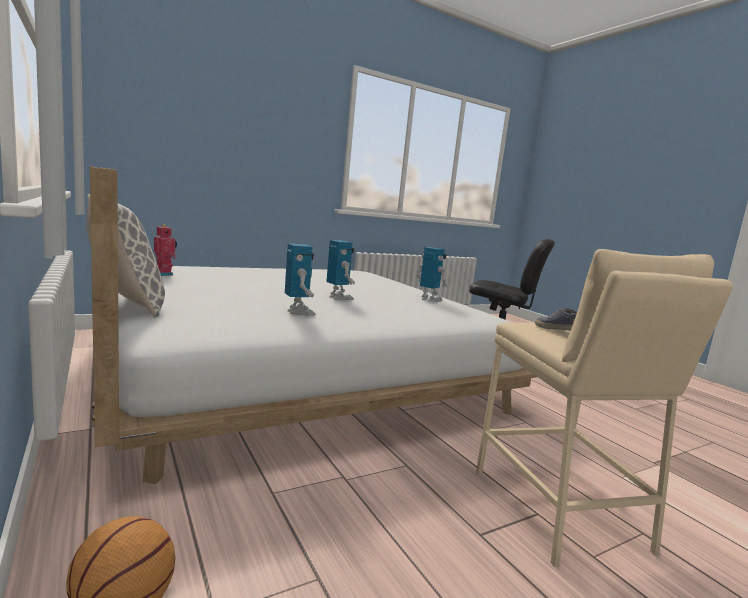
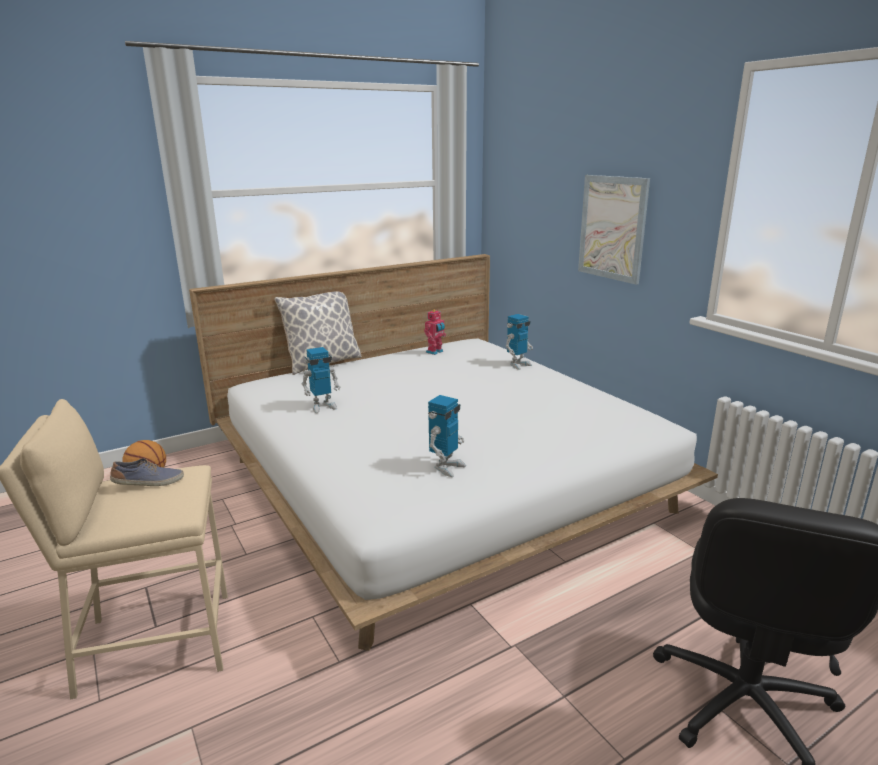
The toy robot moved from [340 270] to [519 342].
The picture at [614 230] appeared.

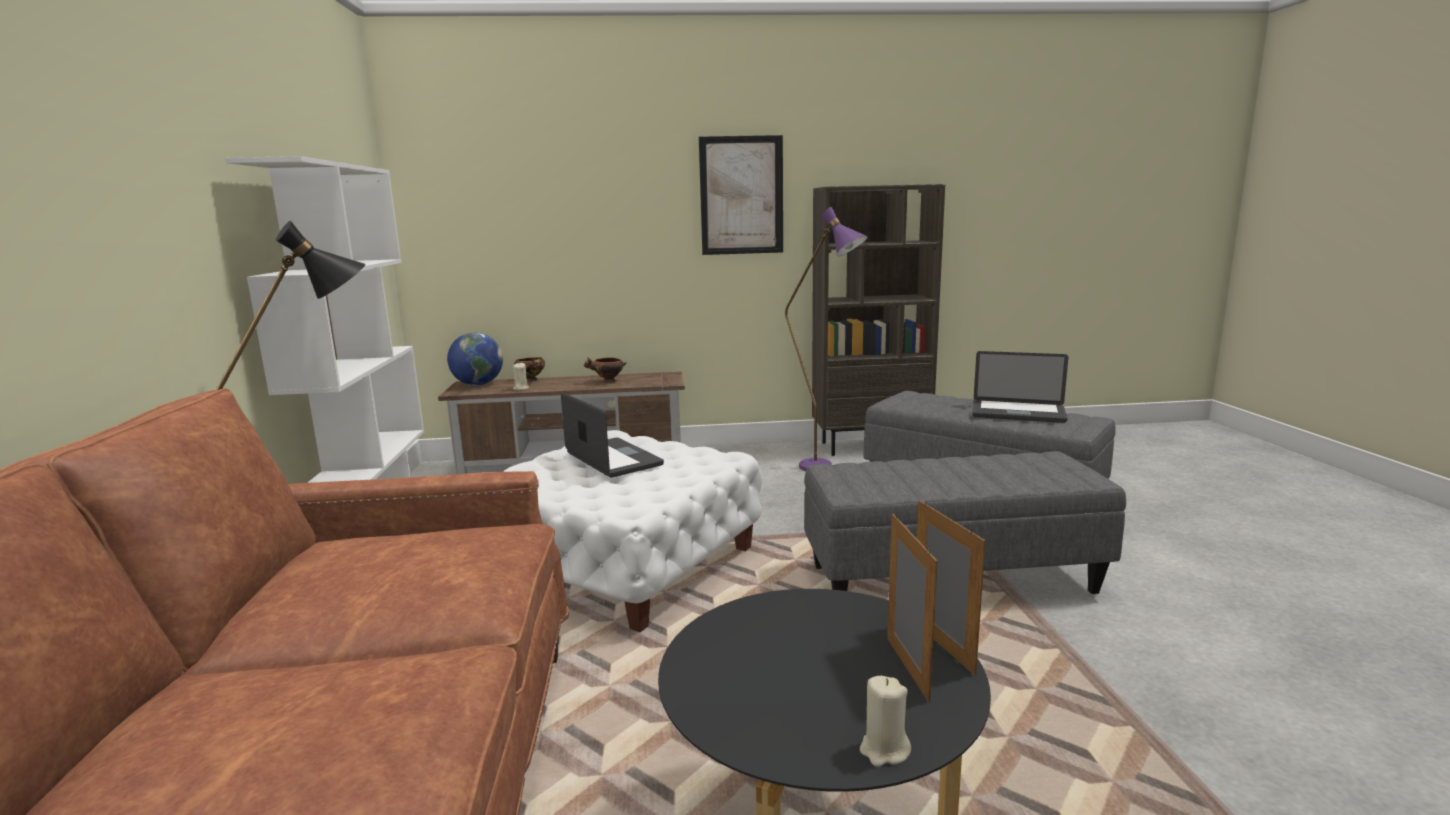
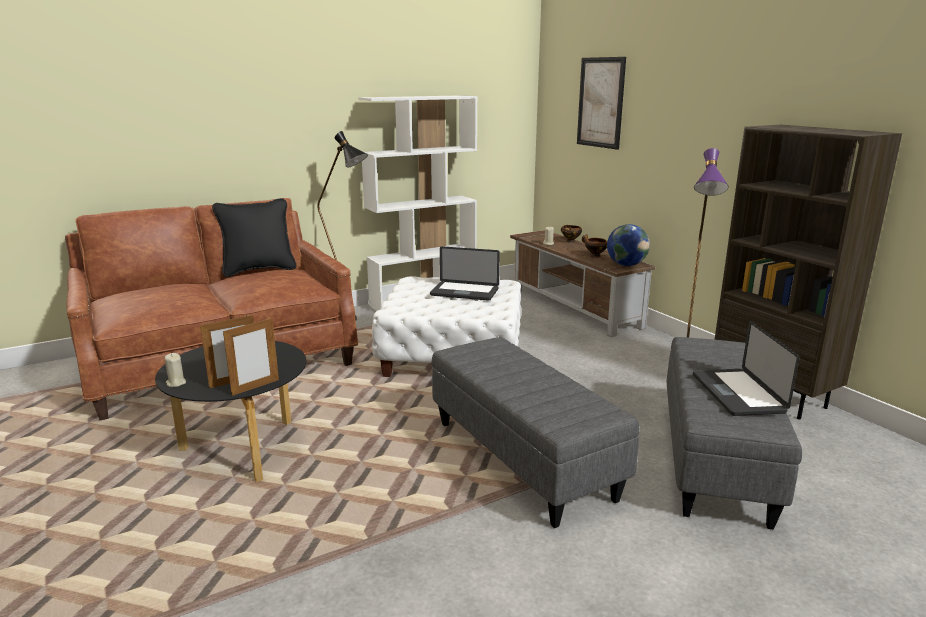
The globe moved from [475 359] to [628 245].
The laptop at [612 435] turned 75 degrees clockwise.
The picture moved from [741 195] to [601 103].
The black pillow at [254 237] appeared.

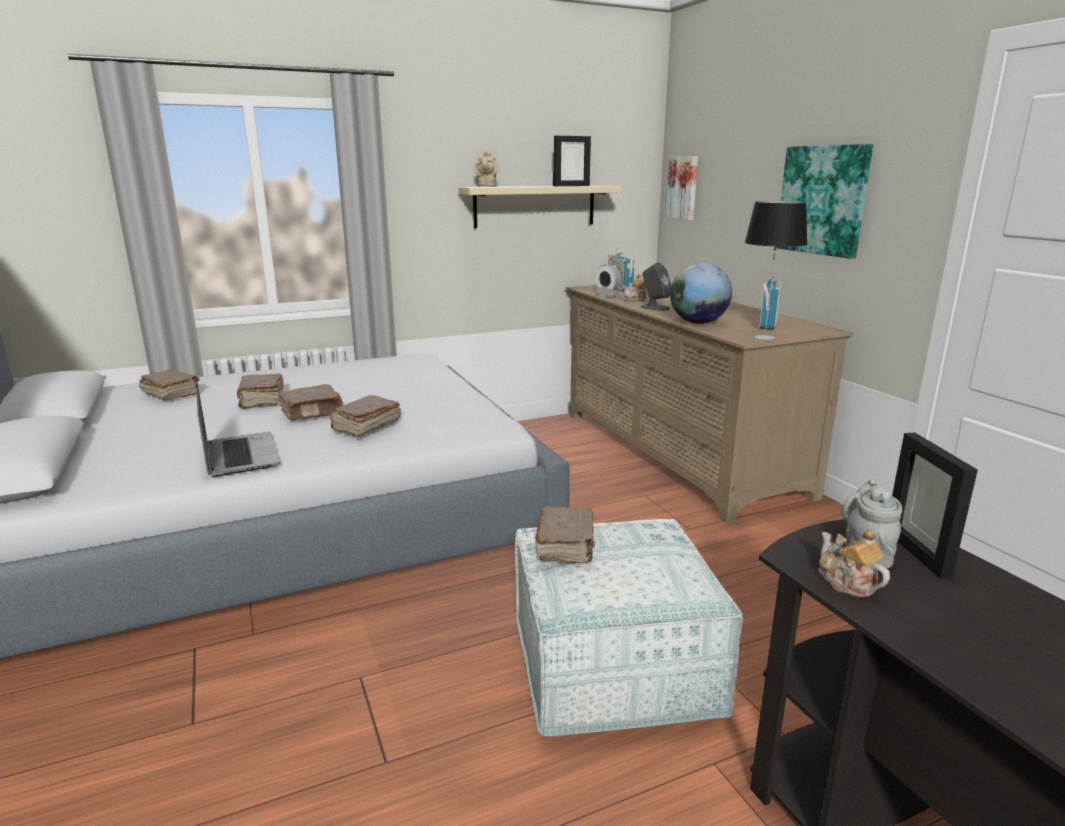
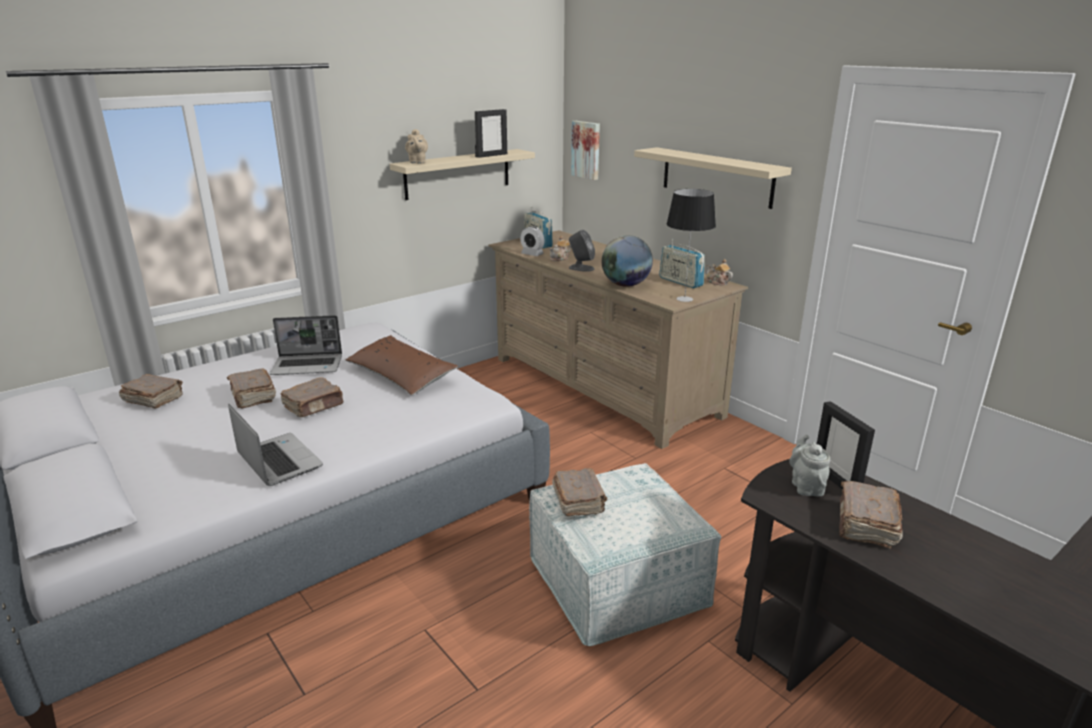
The brown book moved from [365 416] to [871 514].
The radio at [770 303] turned 135 degrees clockwise.
The picture at [824 201] was replaced by the beige shelf at [713 178].
The teapot moved from [854 563] to [719 272].
The laptop at [306 345] appeared.
The brown pillow at [402 365] appeared.

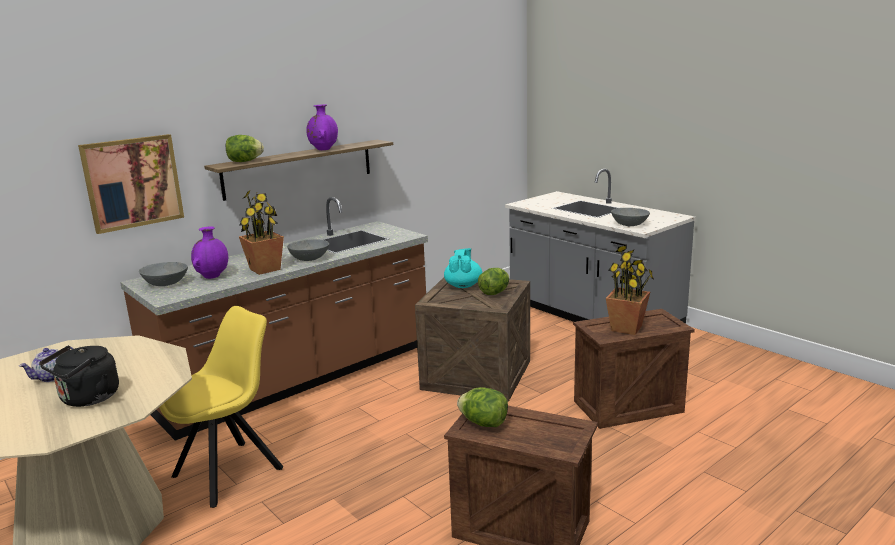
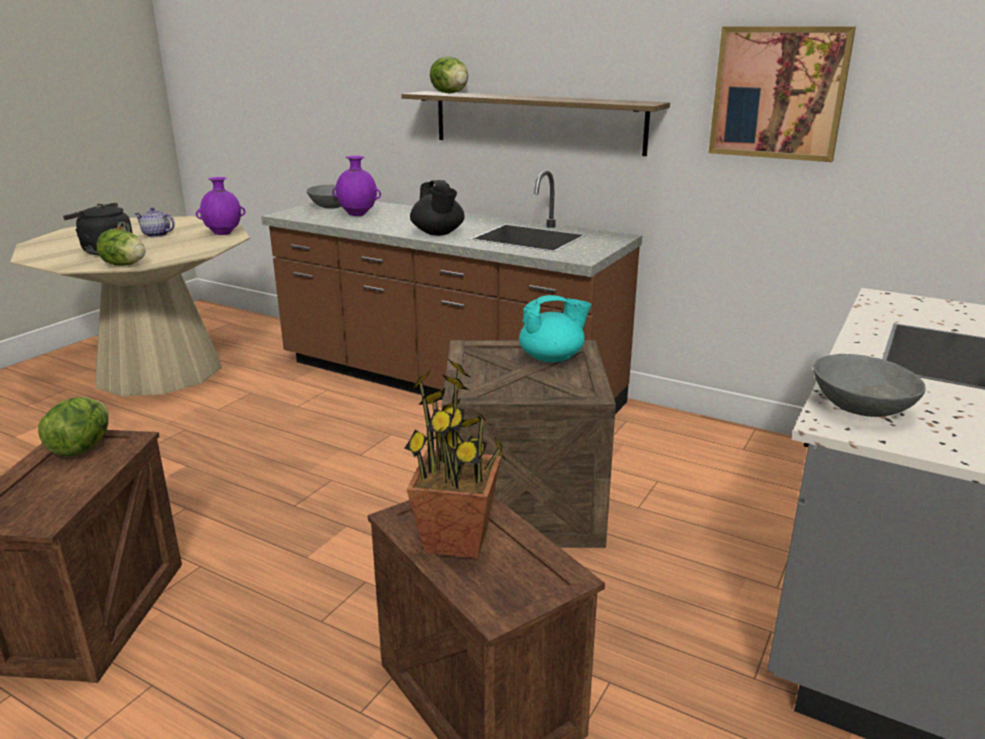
The picture moved from [131 184] to [782 94].
The yellow chair at [221 407] disappeared.
The potted plant at [261 233] disappeared.
The grey bowl at [308 250] was replaced by the black teapot at [437 208].
The purple vase moved from [322 127] to [221 206].
The lettuce moved from [494 281] to [121 247].

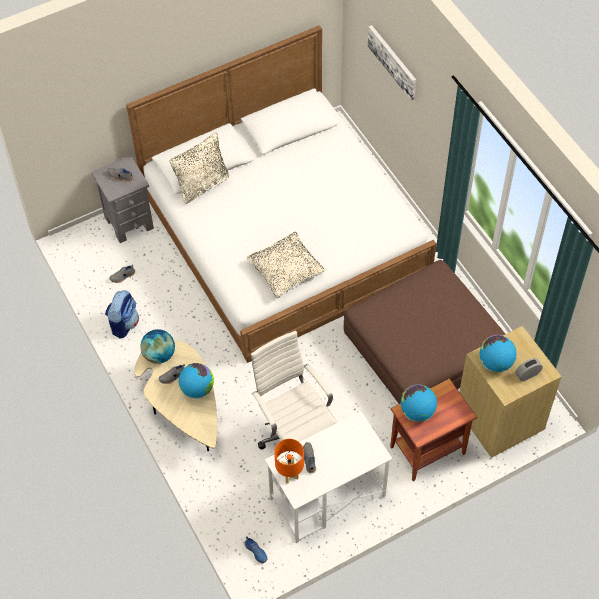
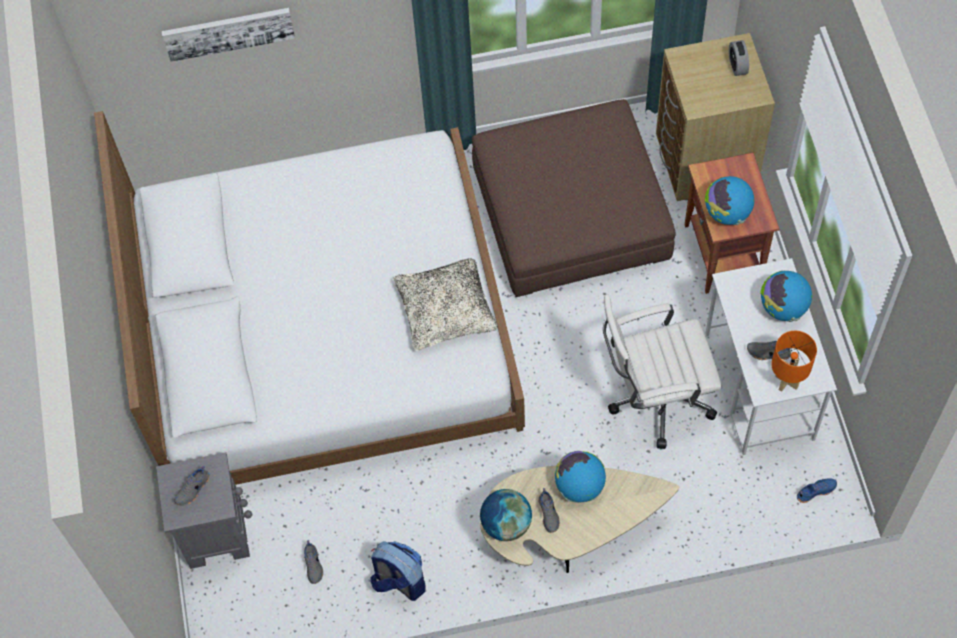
The beige pillow at [199 168] disappeared.
The globe moved from [498 353] to [786 296].

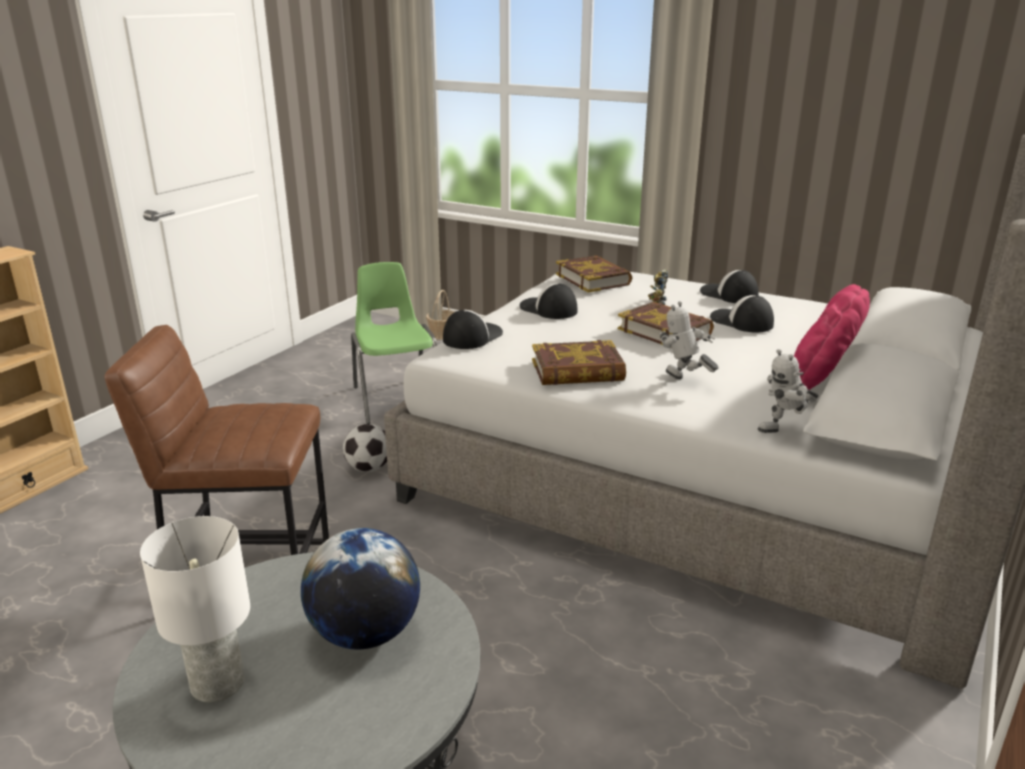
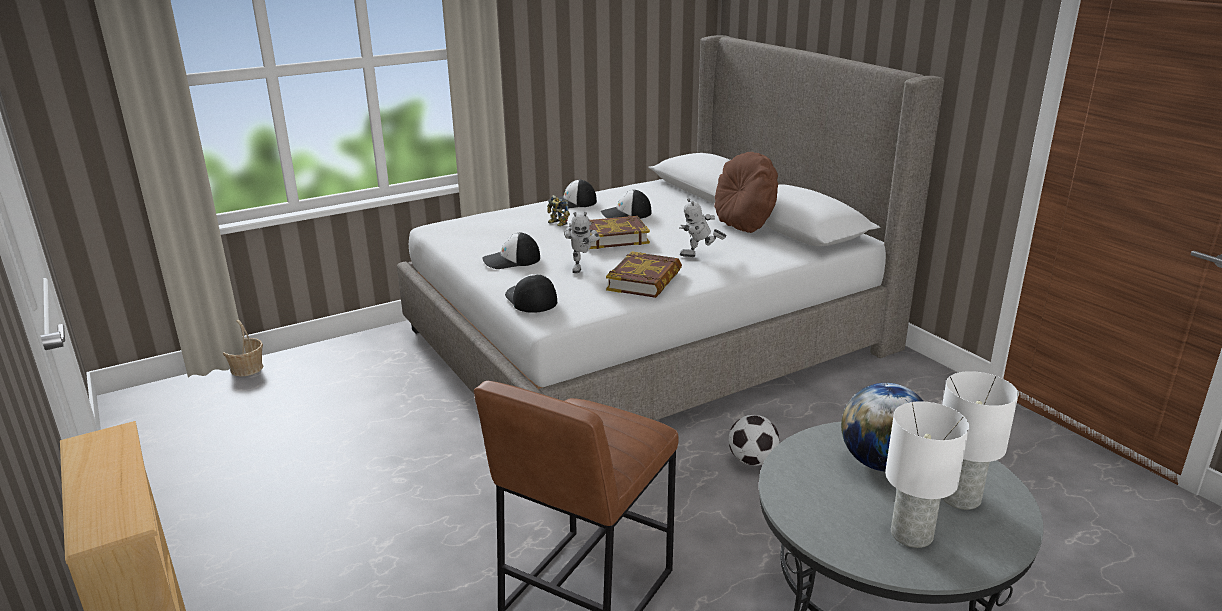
The football moved from [365 448] to [754 440].
The green chair at [394 343] disappeared.
The book at [594 274] disappeared.
The toy robot moved from [788 391] to [582 242].
The pink pillow at [832 337] became the brown pillow at [746 192].
The white table lamp at [980 440] appeared.

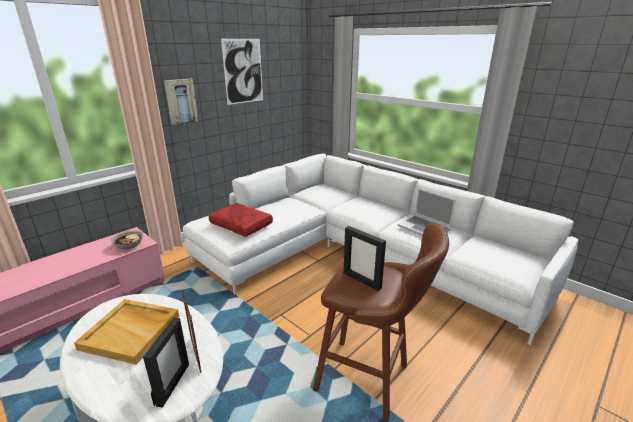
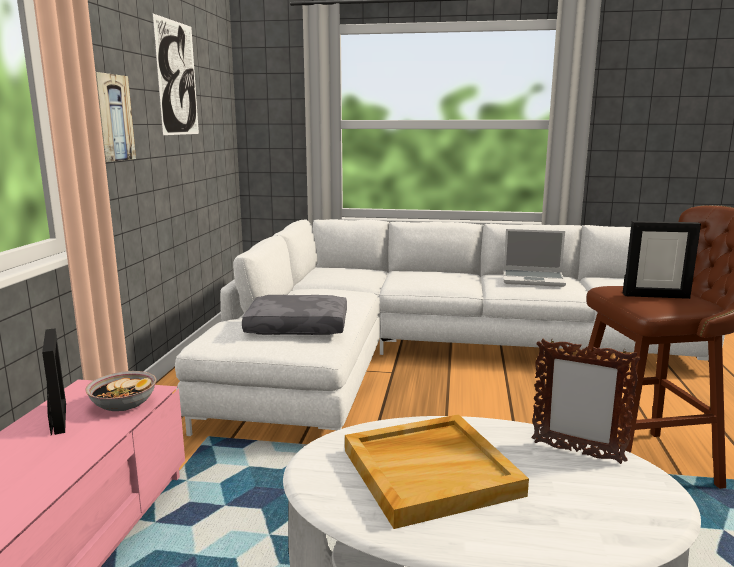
The picture frame moved from [166 362] to [54 381].
The red pillow at [241 220] became the grey pillow at [294 315].

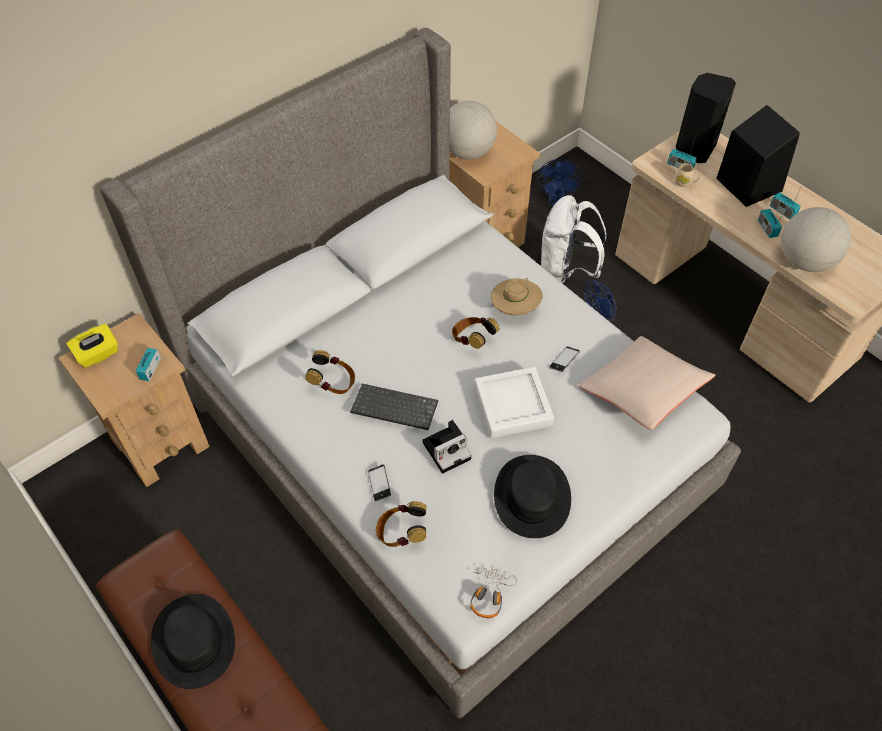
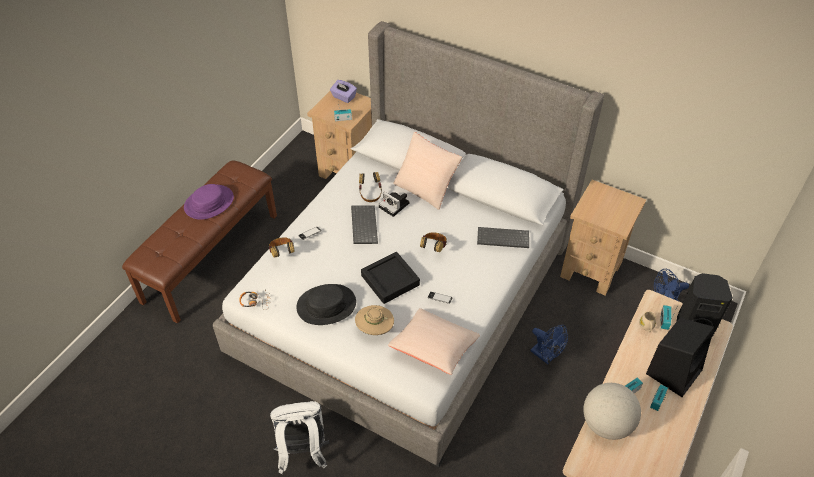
The yellow tissue box at [92 346] became the purple tissue box at [343 91].
The black hat at [193 641] became the purple hat at [209 202].
The photo camera moved from [447 447] to [394 204].
The globe at [473 130] disappeared.
The white tray at [514 402] became the black tray at [390 278].
The beige hat moved from [517 296] to [374 320].
The white backpack moved from [574 239] to [299 437].
The beige pillow at [427 171] appeared.
The keyboard at [503 237] appeared.

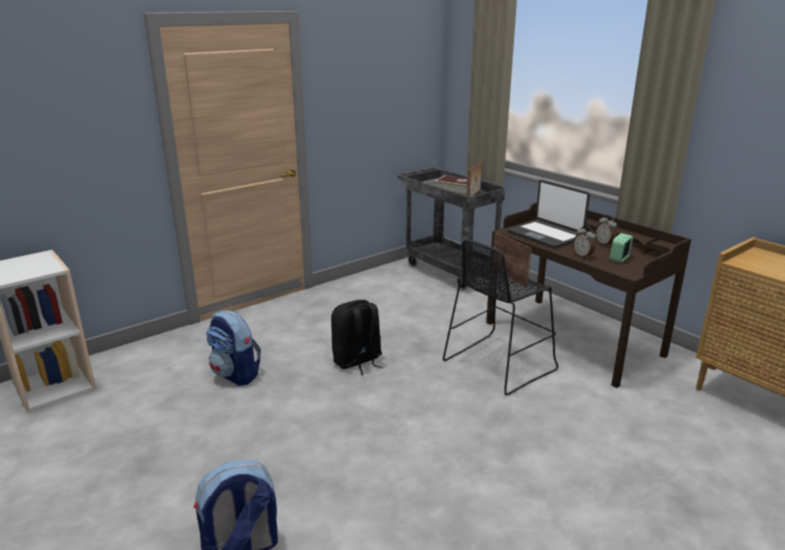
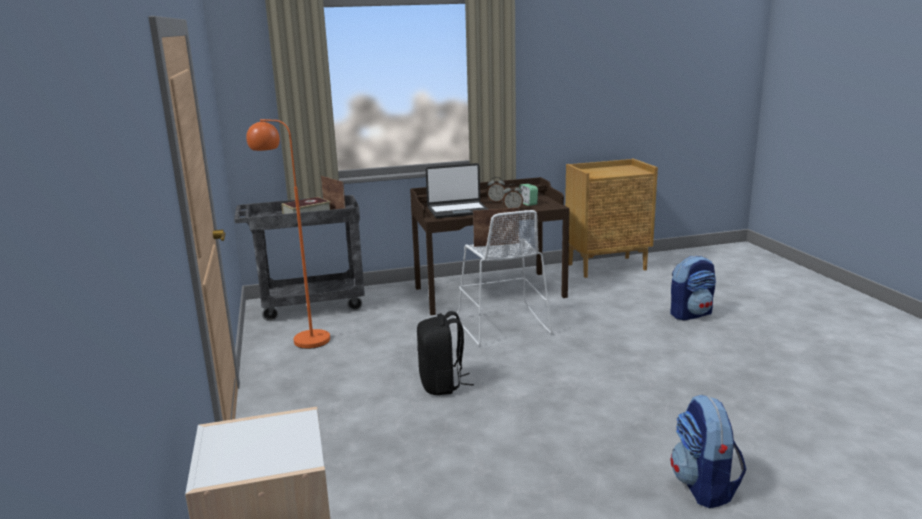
The backpack moved from [233 348] to [693 288].
The black stool at [500 317] became the white stool at [504 277].
The orange floor lamp at [288 234] appeared.

